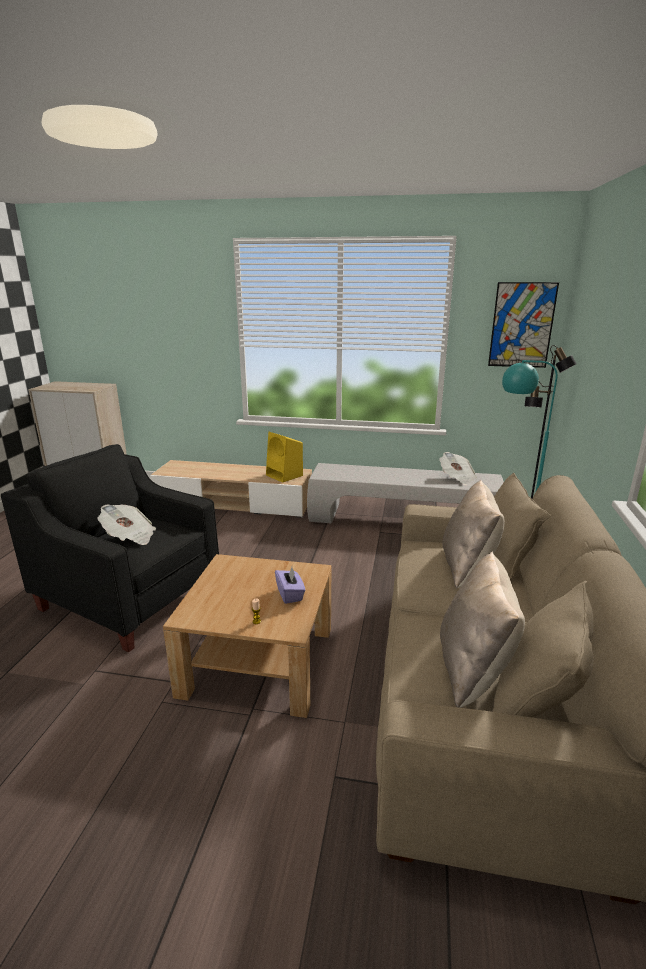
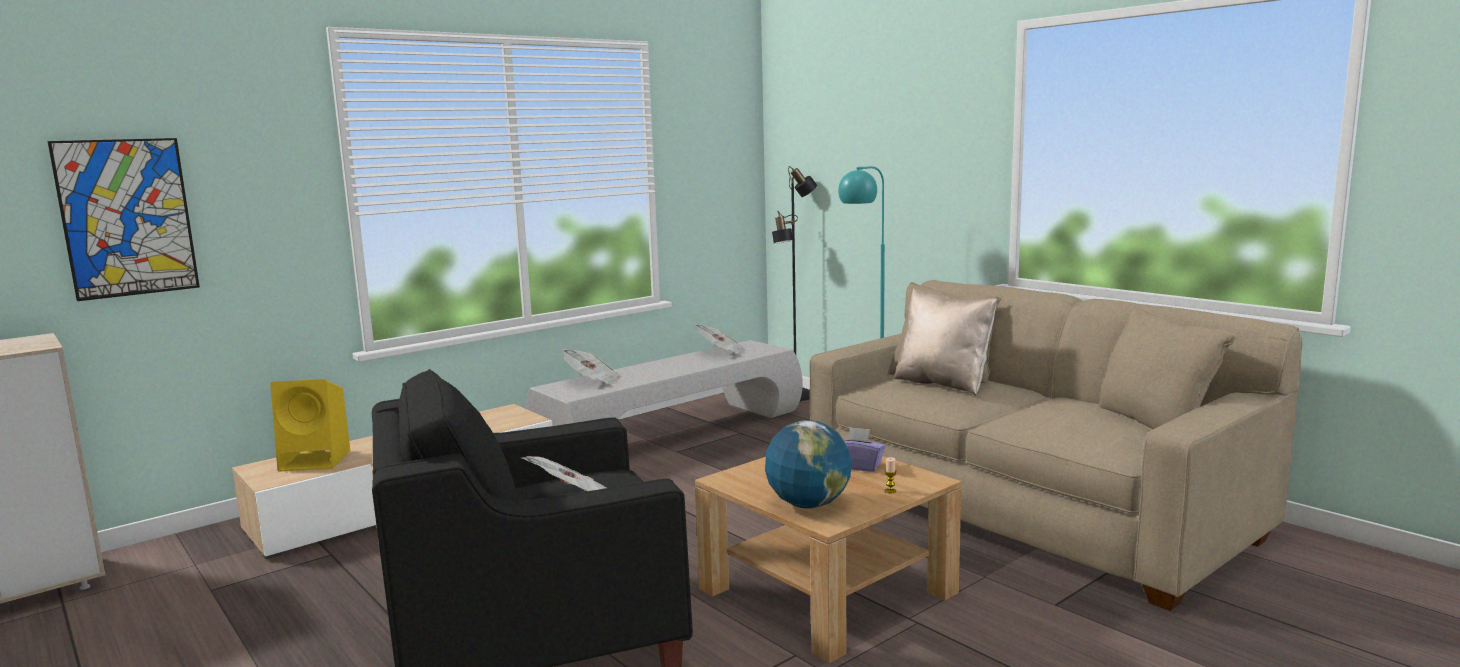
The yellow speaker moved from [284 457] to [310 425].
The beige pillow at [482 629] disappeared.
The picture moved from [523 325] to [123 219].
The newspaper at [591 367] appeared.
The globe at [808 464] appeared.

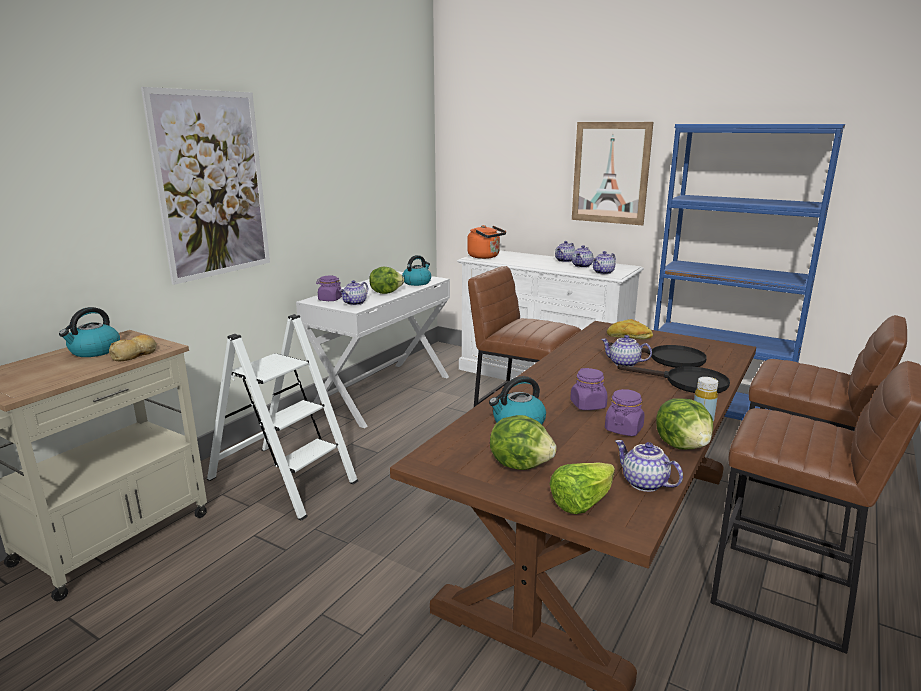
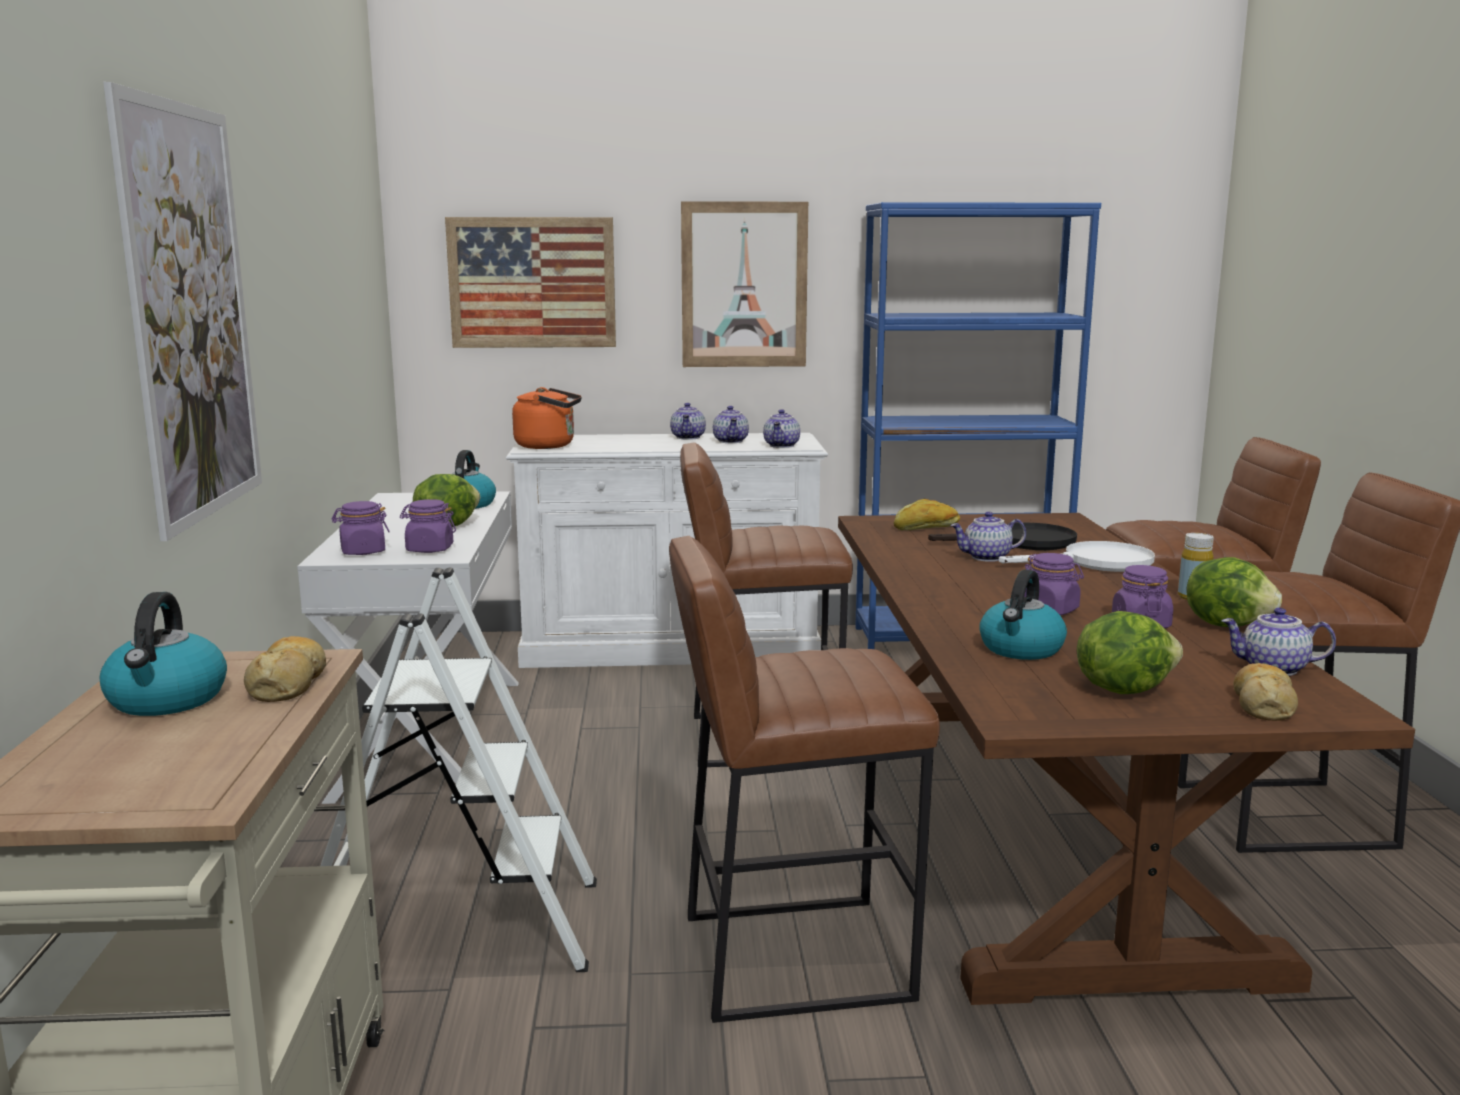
The teapot at [353 293] was replaced by the purple jar at [428 526].
The lettuce at [582 488] was replaced by the bread at [1265 692].
The black frying pan at [673 379] became the white frying pan at [1077 556].
The picture at [530 282] appeared.
The brown stool at [804 779] appeared.

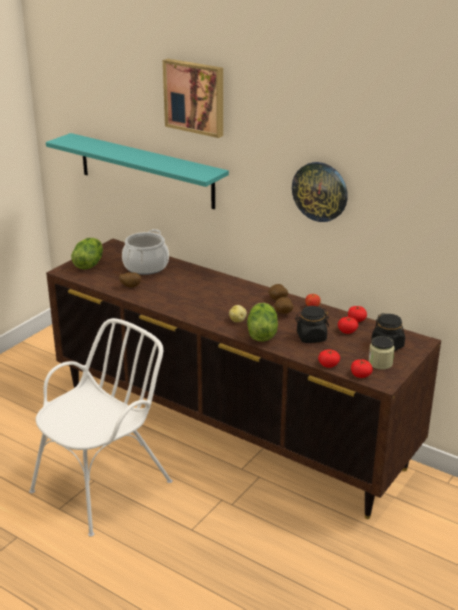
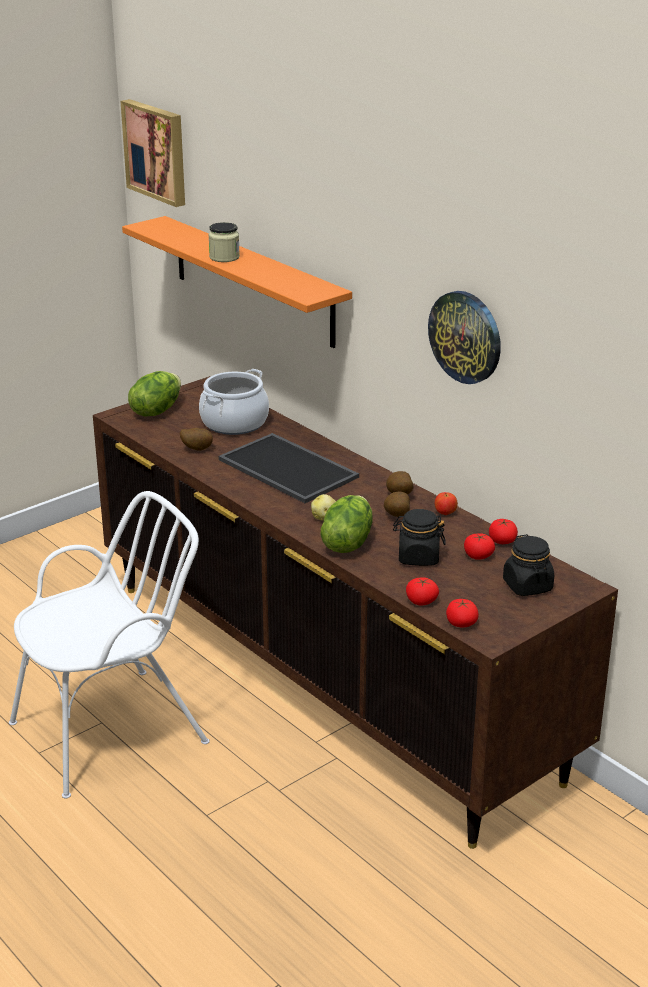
The turquoise shelf at [137 171] became the orange shelf at [237 282].
The picture moved from [193 98] to [153 153].
The jar moved from [381 353] to [224 242].
The tray at [289 468] appeared.

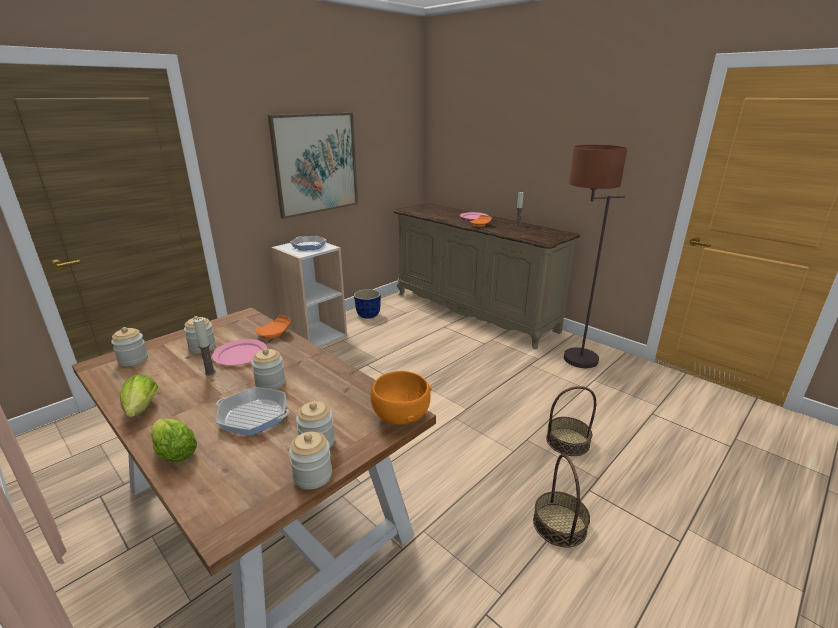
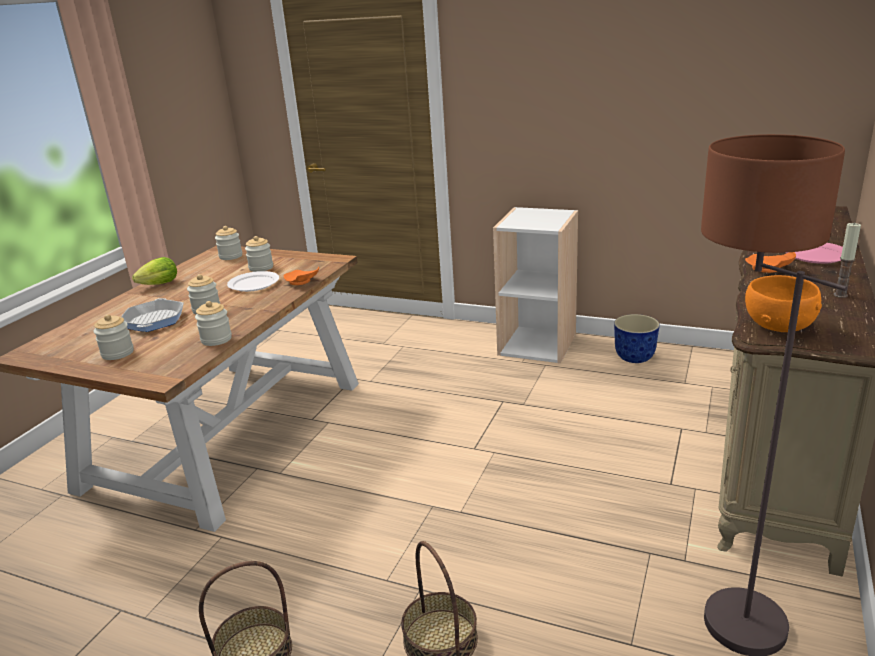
The lettuce at [174 440] disappeared.
The candle at [204 346] disappeared.
The pink plate at [239 352] became the white plate at [253 281].
The picture at [313 166] disappeared.
The jar moved from [310 460] to [213 323].
The frying pan at [308 243] disappeared.
The orange bowl moved from [401 398] to [783 303].

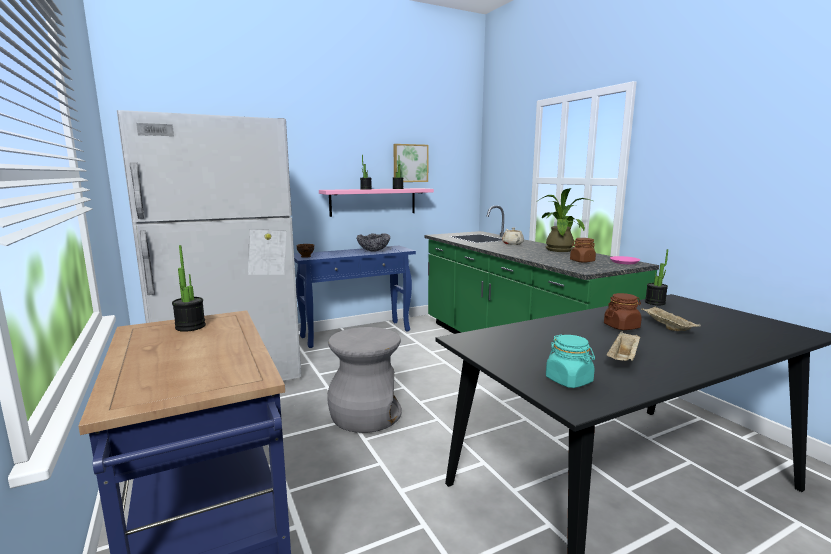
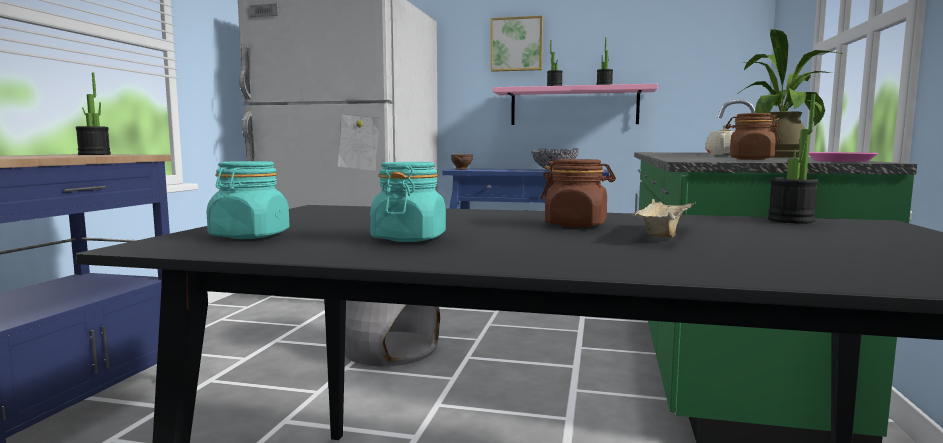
The picture moved from [411 163] to [517 44].
The beige tray at [624 346] was replaced by the turquoise jar at [408 202].

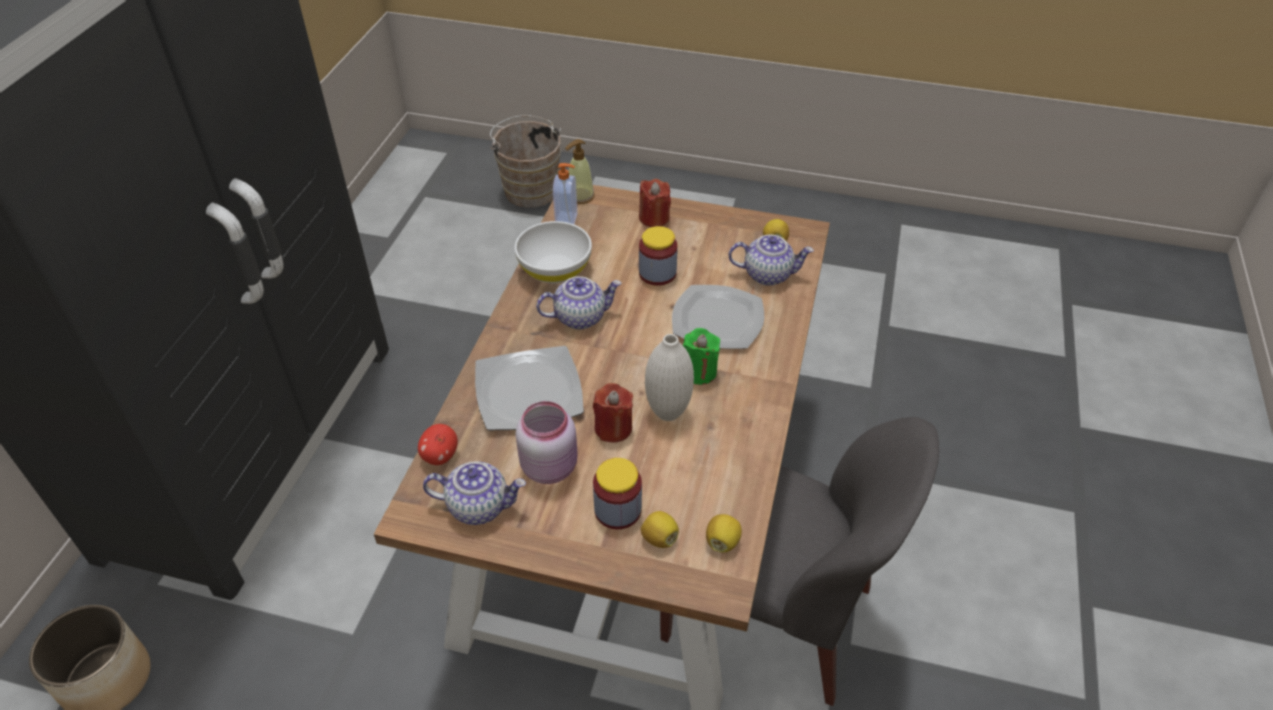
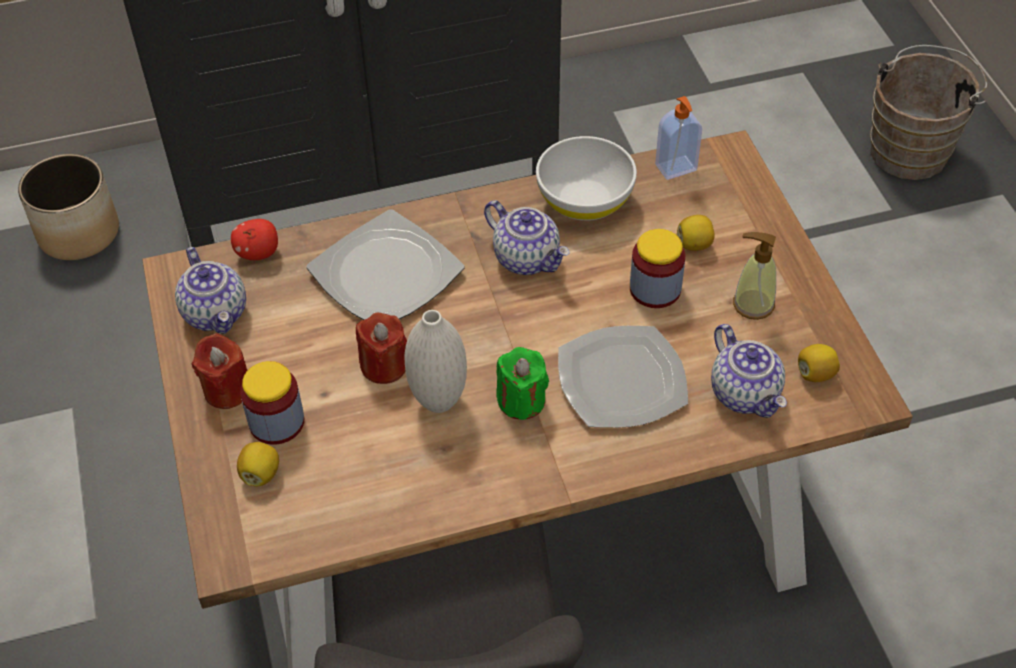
The pink jar at [546 442] disappeared.
The soap dispenser moved from [580 171] to [754 276].
The red candle moved from [655 203] to [220 371].
The lemon moved from [724 533] to [696 233].

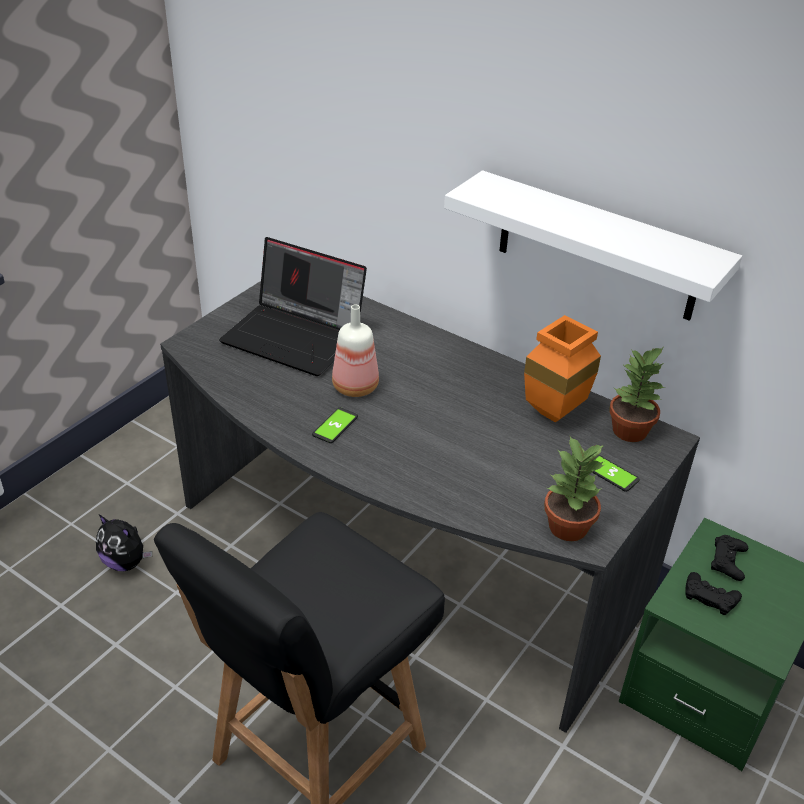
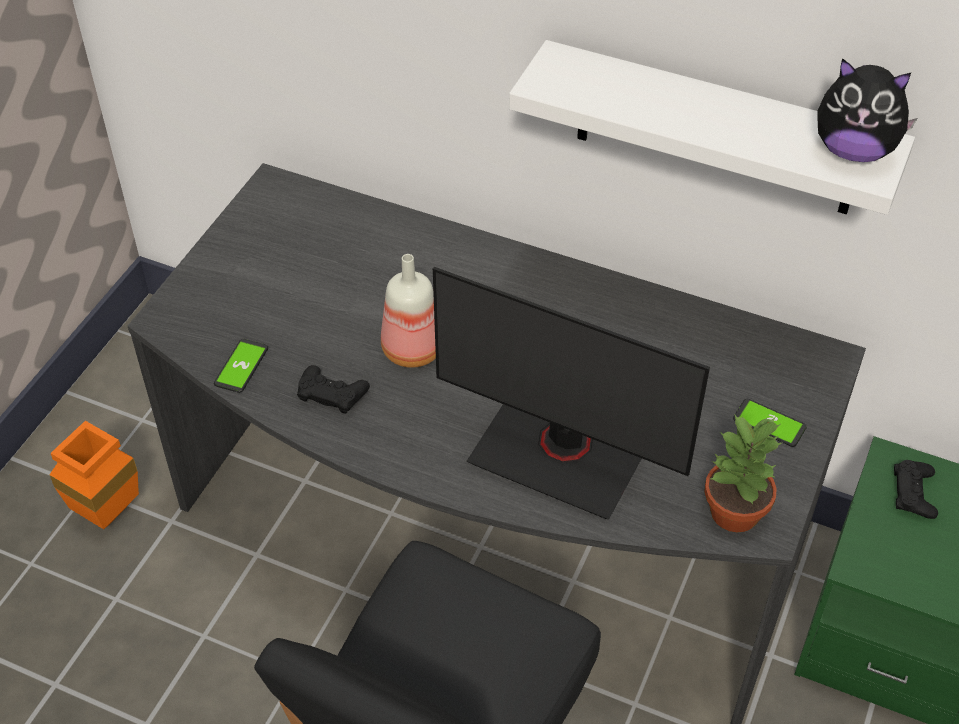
The plush toy moved from [124 543] to [867 110].
The laptop at [293 306] disappeared.
The phone moved from [335 425] to [241 366].
The orange vase moved from [562 369] to [94 475].
The potted plant at [636 395] disappeared.
The black game controller moved from [714 593] to [333 389].
The monitor at [571 393] appeared.

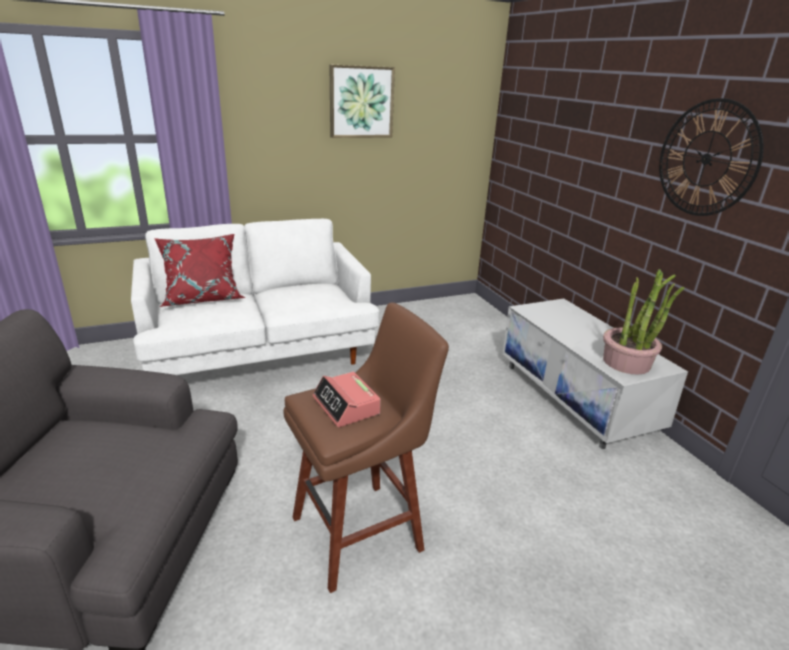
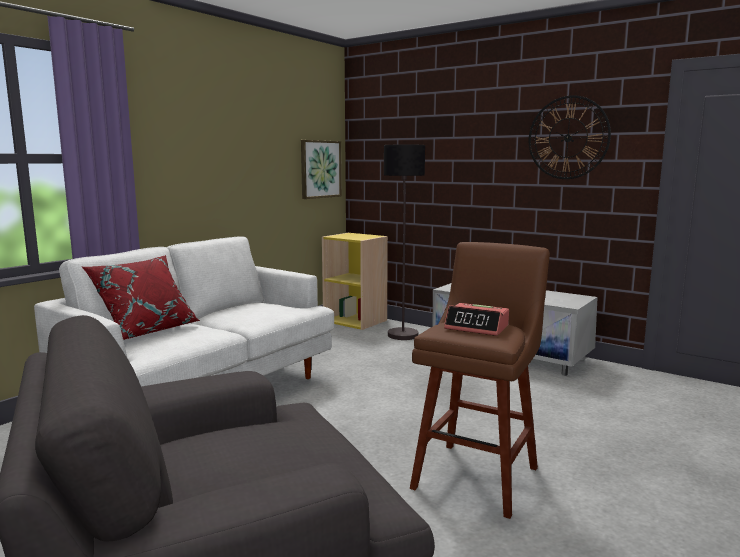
The picture moved from [362 101] to [321 169].
The potted plant at [643 322] disappeared.
The yellow bookcase at [355 281] appeared.
The black floor lamp at [404 242] appeared.

